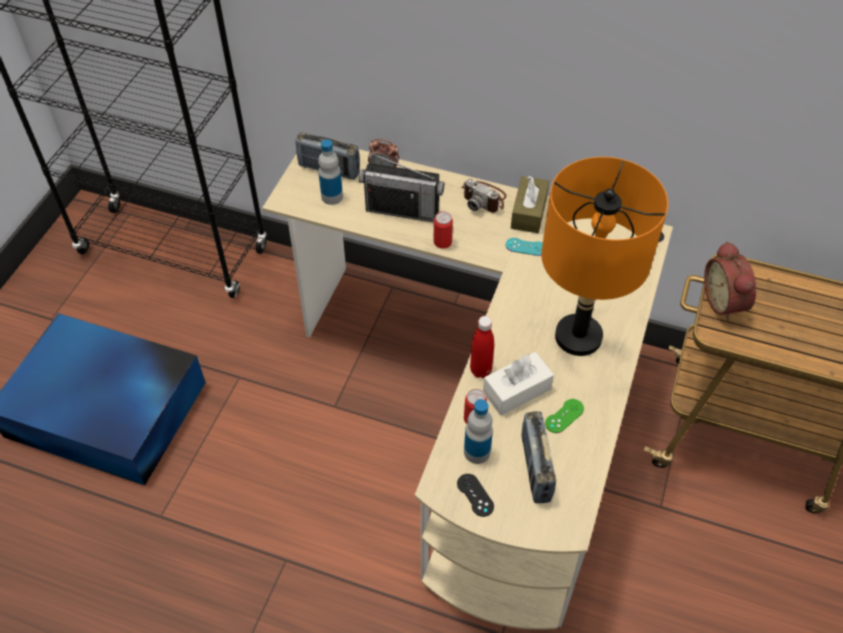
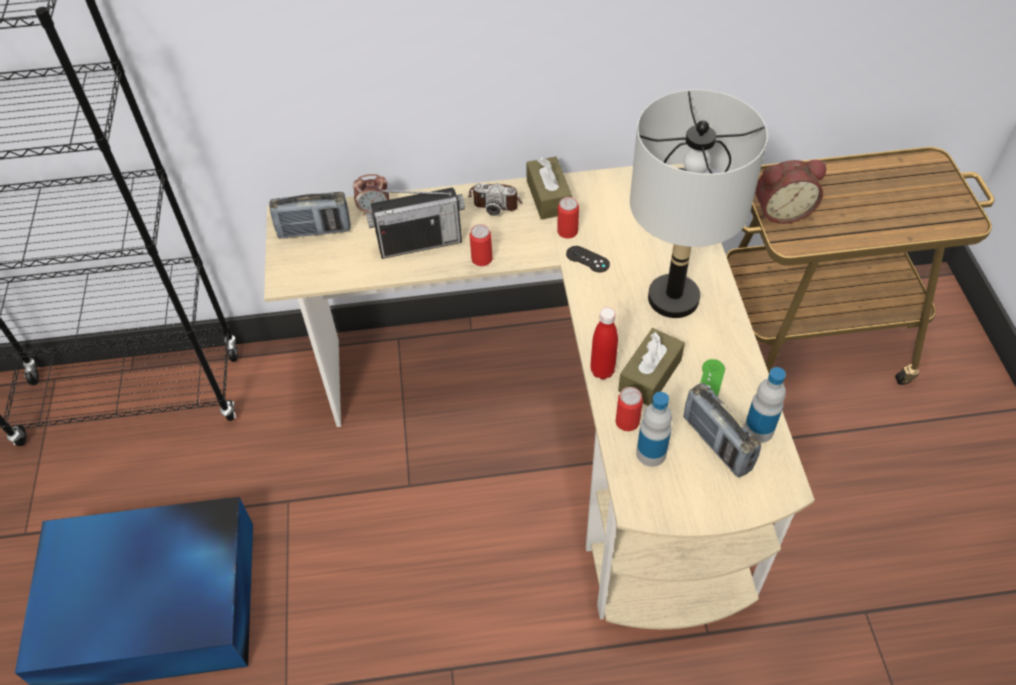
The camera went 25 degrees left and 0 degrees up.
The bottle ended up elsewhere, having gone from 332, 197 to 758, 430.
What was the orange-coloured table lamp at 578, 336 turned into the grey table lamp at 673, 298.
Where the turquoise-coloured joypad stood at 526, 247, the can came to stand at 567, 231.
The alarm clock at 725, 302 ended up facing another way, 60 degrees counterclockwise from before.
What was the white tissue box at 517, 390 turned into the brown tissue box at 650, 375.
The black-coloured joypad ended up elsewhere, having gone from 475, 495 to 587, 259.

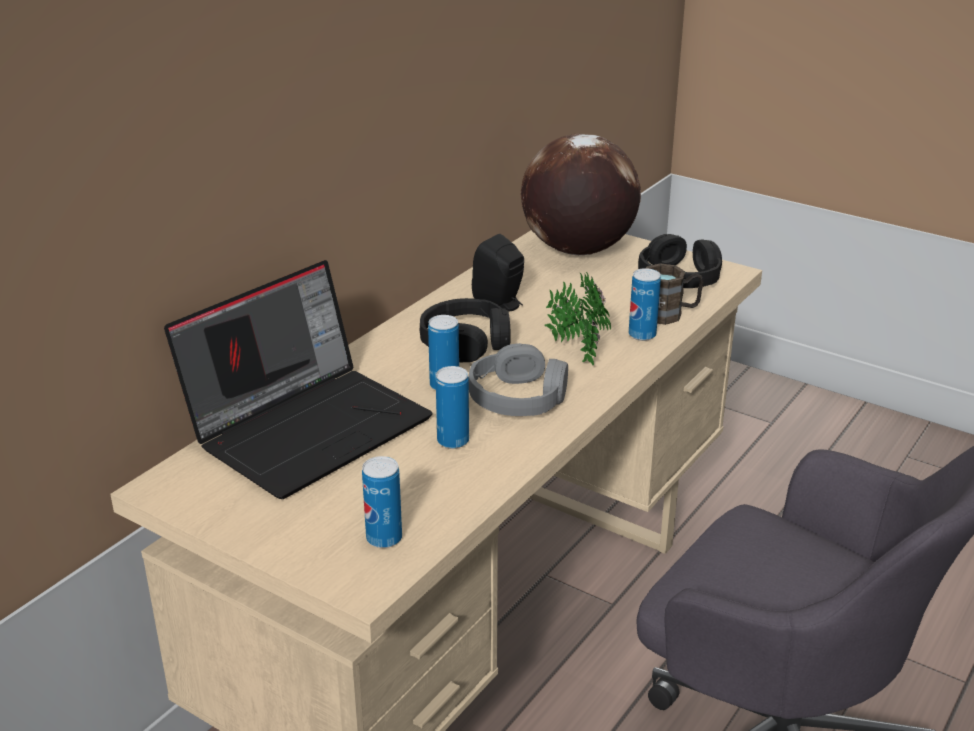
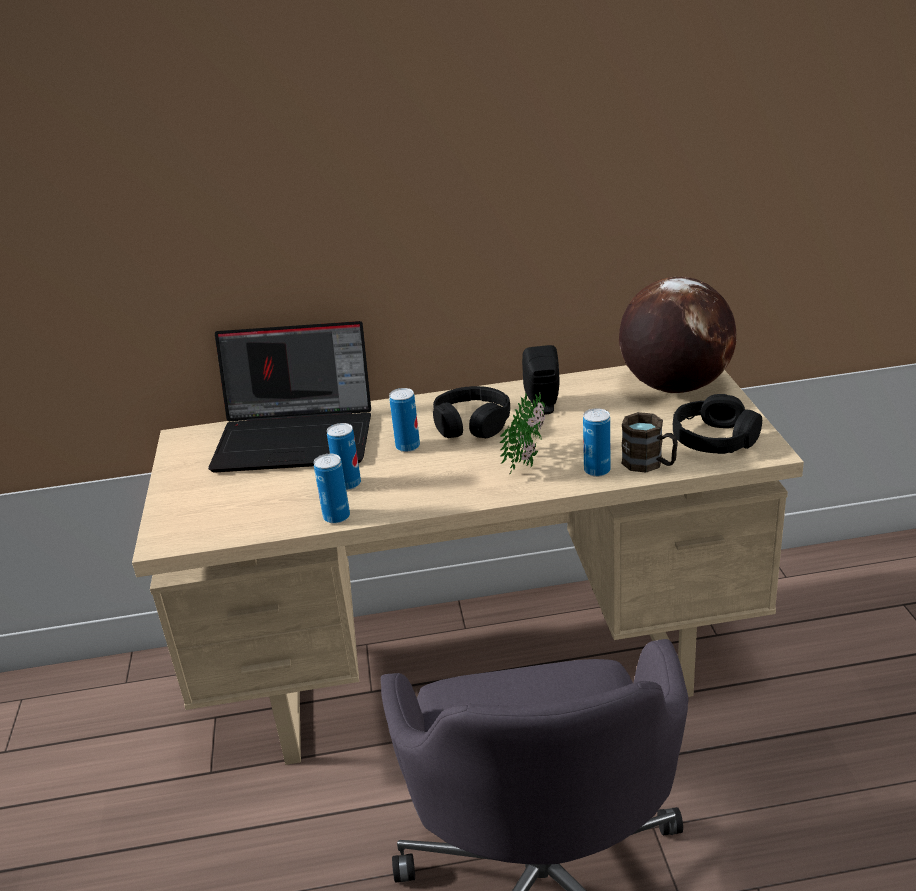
The camera went 50 degrees right and 0 degrees up.
The second view lost the grey headphones at 518, 398.
The can ended up elsewhere, having gone from 384, 538 to 336, 517.

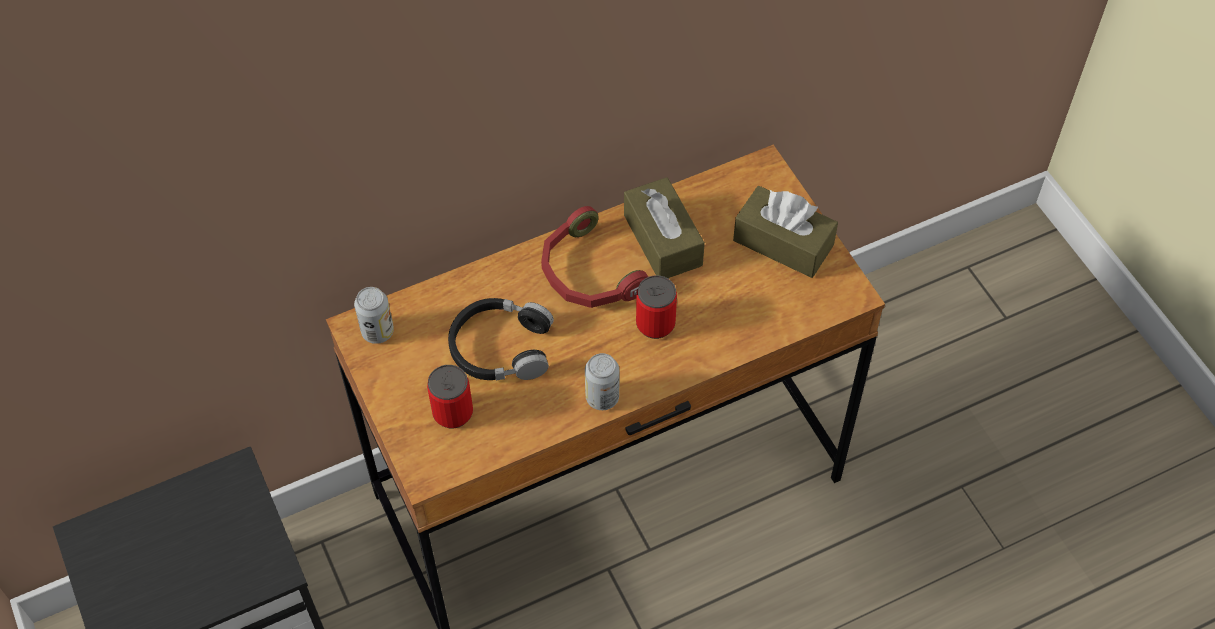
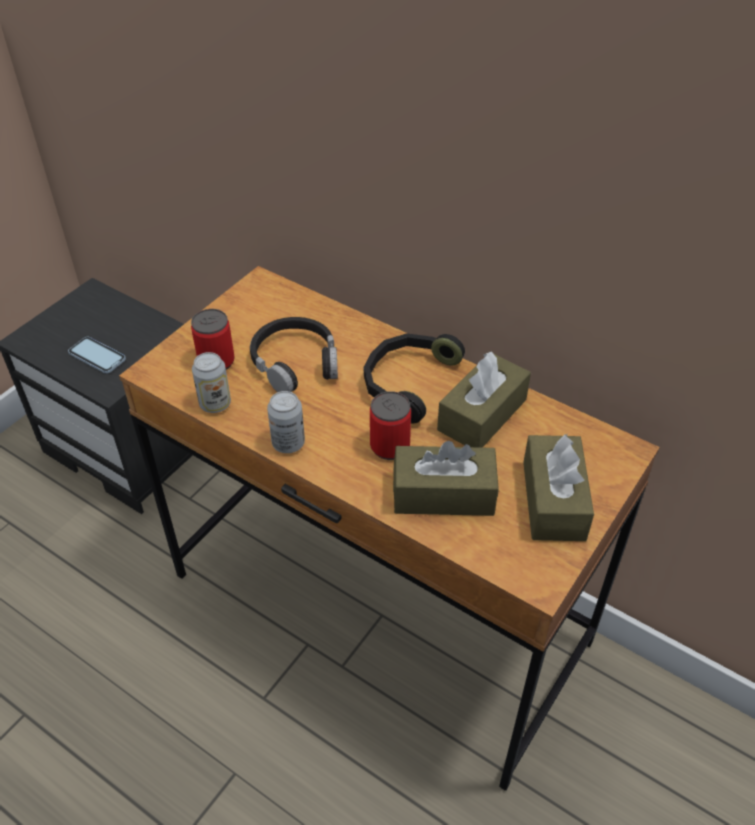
The camera went 60 degrees right and 10 degrees down.
What was the reddish headphones at 587, 274 turned into the black-coloured headphones at 407, 382.
The can ended up elsewhere, having gone from 377, 332 to 215, 404.
The second view gained the handset at 97, 356.
The second view gained the brown tissue box at 443, 494.

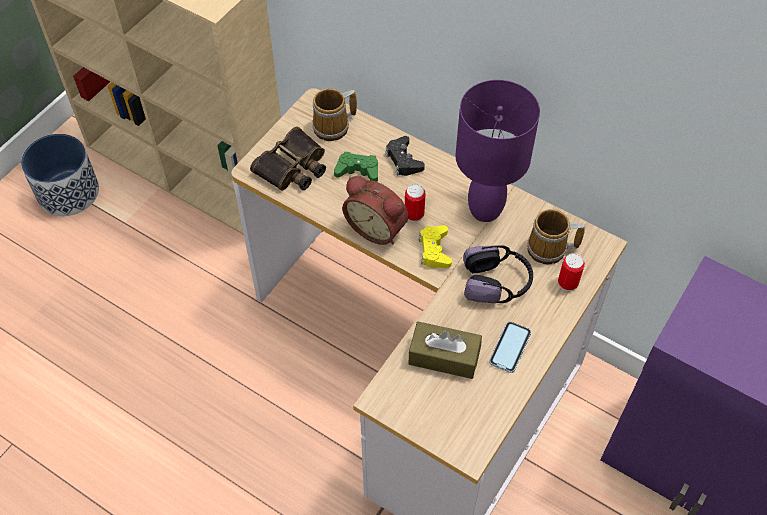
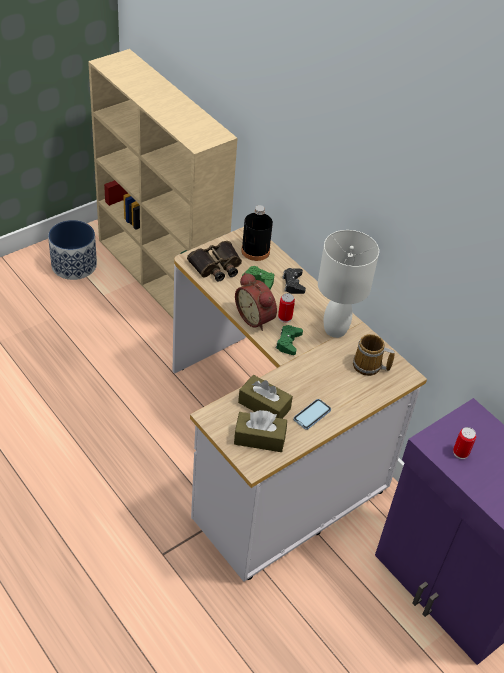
The camera went 15 degrees right and 10 degrees down.
What was the purplish table lamp at 484, 209 turned into the white table lamp at 334, 329.
Where the coffee mug stood at 334, 127, the black-coloured bottle came to stand at 255, 251.
What was the yellow-coloured joypad at 434, 250 turned into the green joypad at 288, 342.
The second view lost the headphones at 496, 283.
The can ended up elsewhere, having gone from 568, 283 to 460, 452.
The second view gained the brown tissue box at 259, 438.

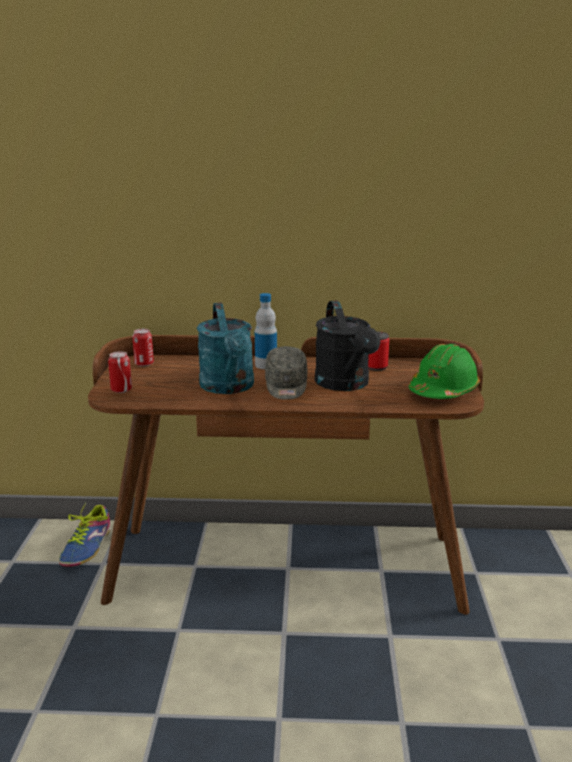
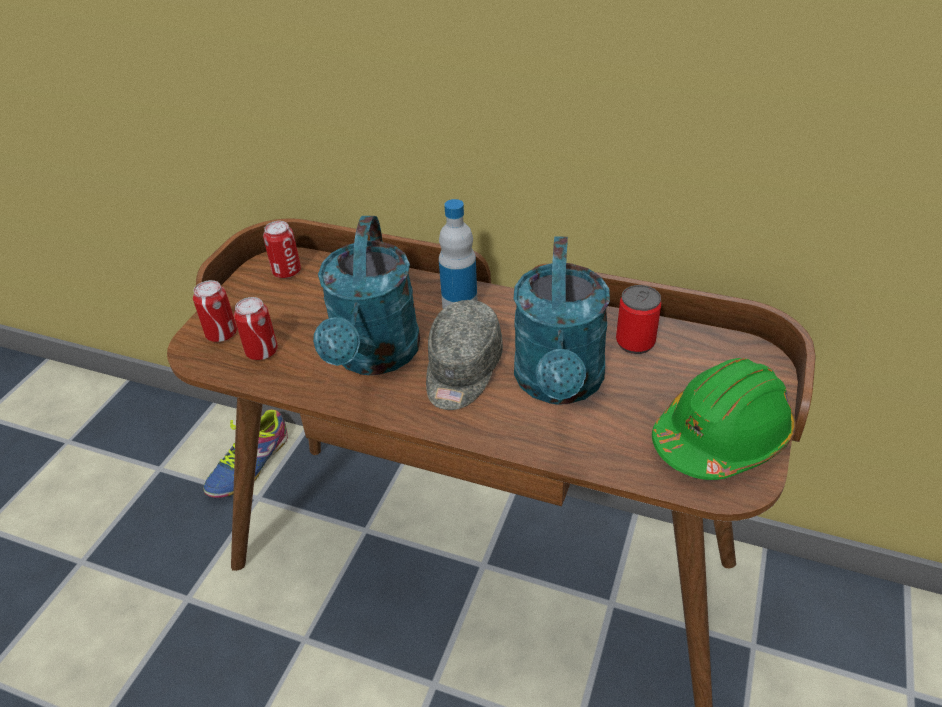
The camera went 20 degrees right and 20 degrees up.
What was the black-coloured watering pot at 345, 384 turned into the turquoise-coloured watering pot at 559, 385.
The second view gained the can at 262, 351.

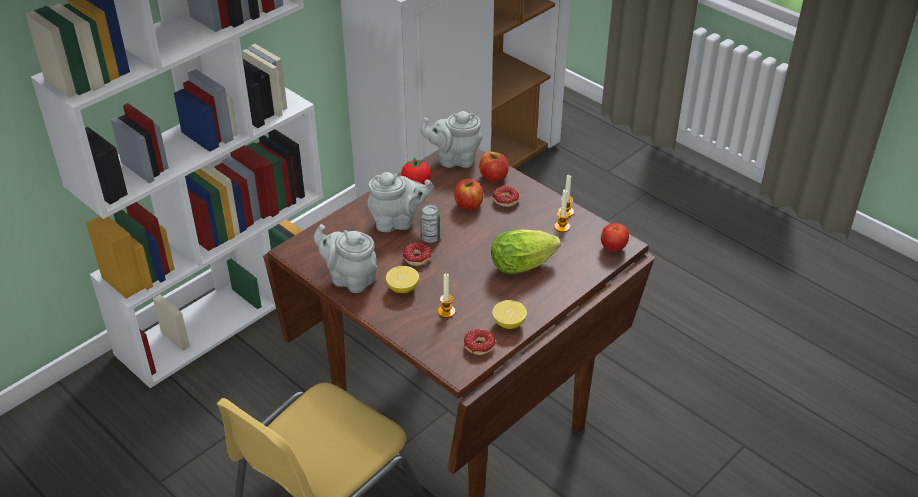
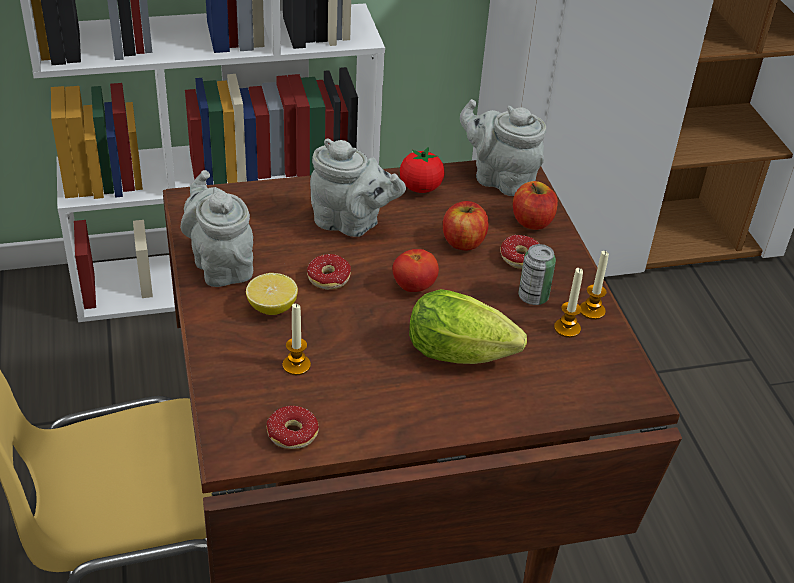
The camera went 30 degrees right and 0 degrees up.
The can ended up elsewhere, having gone from 430, 238 to 533, 297.
The fresh tomato ended up elsewhere, having gone from 613, 247 to 414, 286.
The second view lost the lemon at 509, 323.

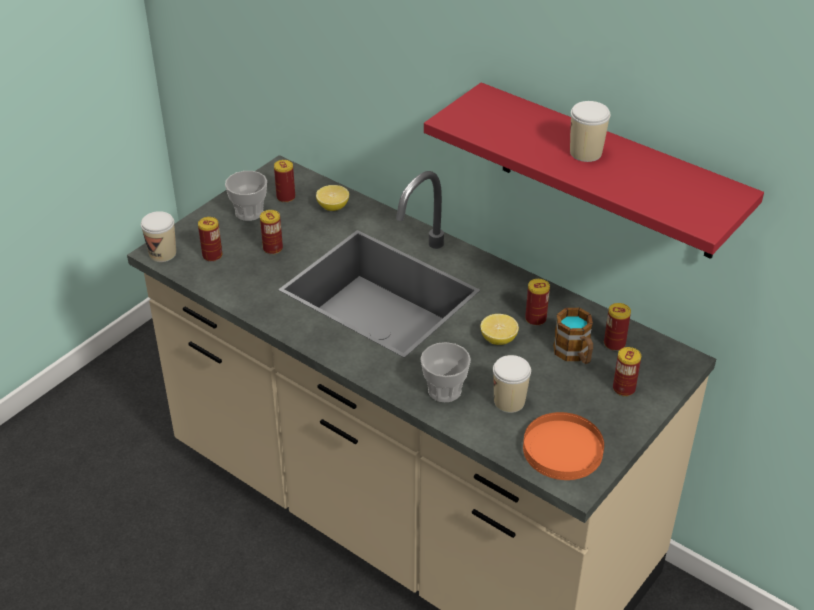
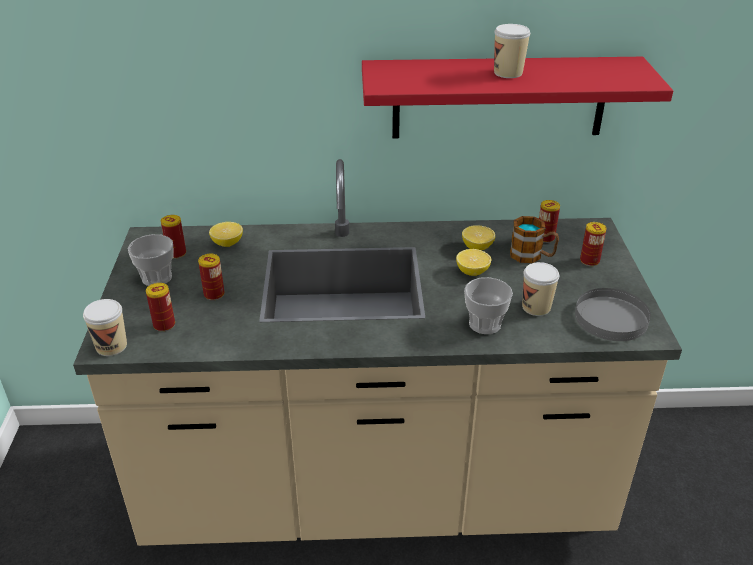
The camera went 40 degrees left and 5 degrees down.
Where the can stood at 535, 319, the lemon came to stand at 477, 247.
What was the orange-coloured plate at 563, 449 turned into the grey plate at 610, 317.

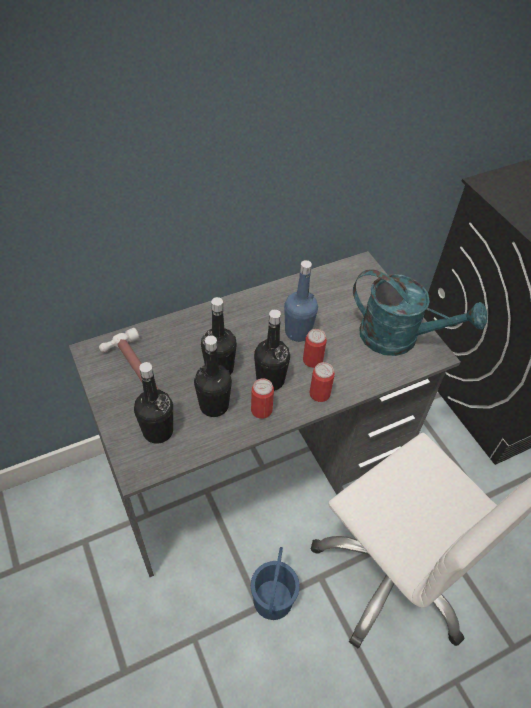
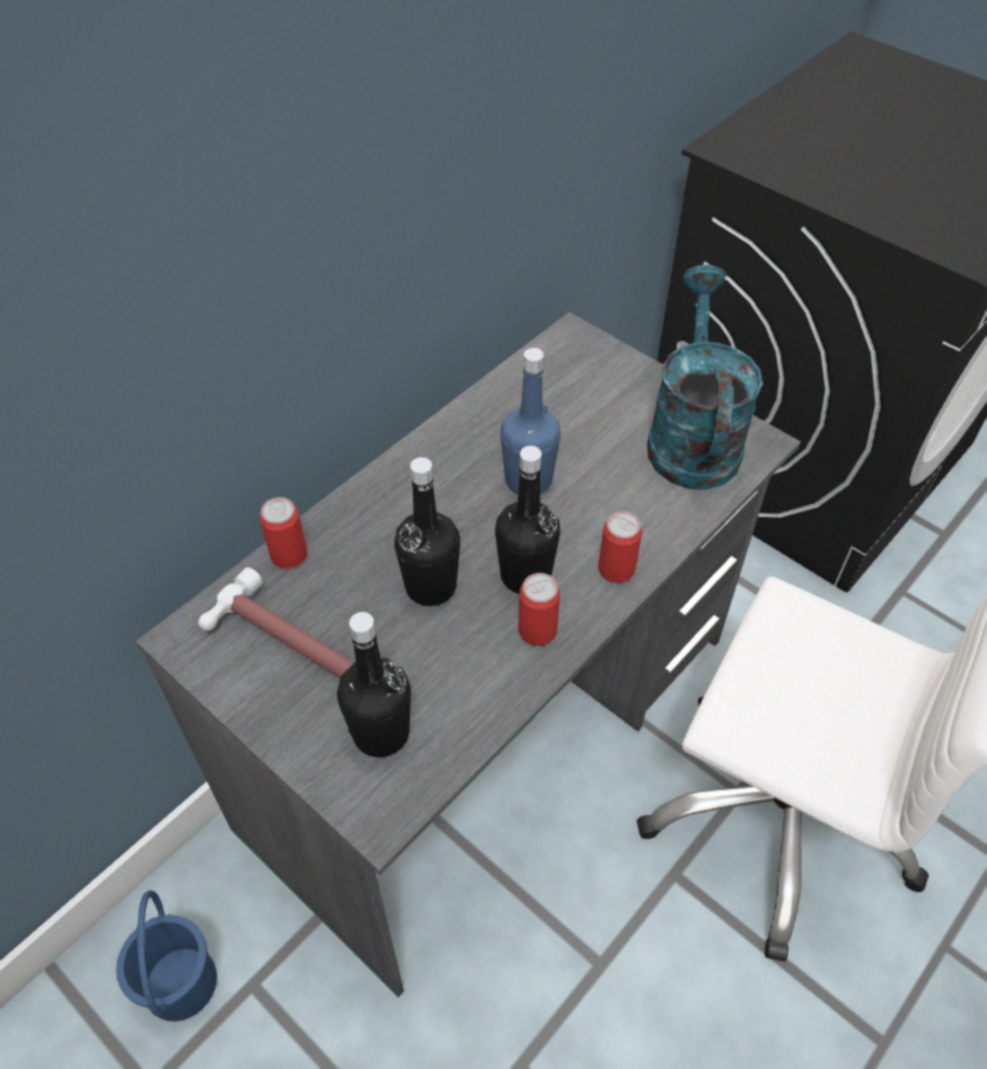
The camera went 20 degrees left and 0 degrees up.
The turquoise-coloured watering pot at 399, 338 ended up facing another way, 90 degrees counterclockwise from before.
The can ended up elsewhere, having gone from 312, 360 to 289, 555.
The second view lost the black-coloured bottle at 214, 405.
The blue bucket ended up elsewhere, having gone from 272, 599 to 179, 983.

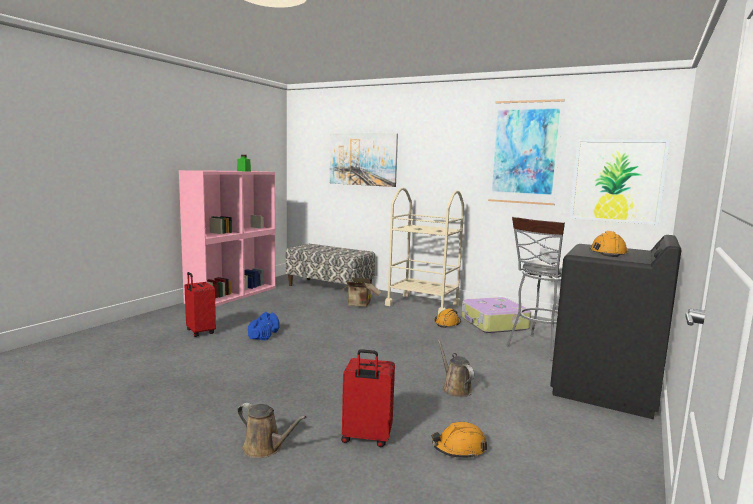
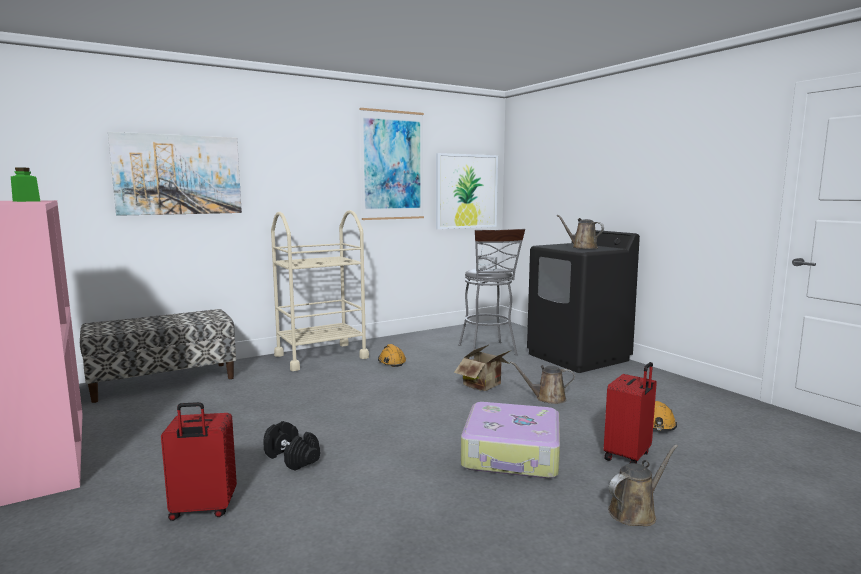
The camera went 60 degrees left and 0 degrees up.
Where the orange-coloured hard hat stood at 607, 253, the brown watering pot came to stand at 582, 247.
The packing box ended up elsewhere, having gone from 359, 305 to 485, 386.
The suitcase ended up elsewhere, having gone from 494, 324 to 512, 454.
What was the blue free weight at 264, 334 turned into the black-coloured free weight at 292, 458.

